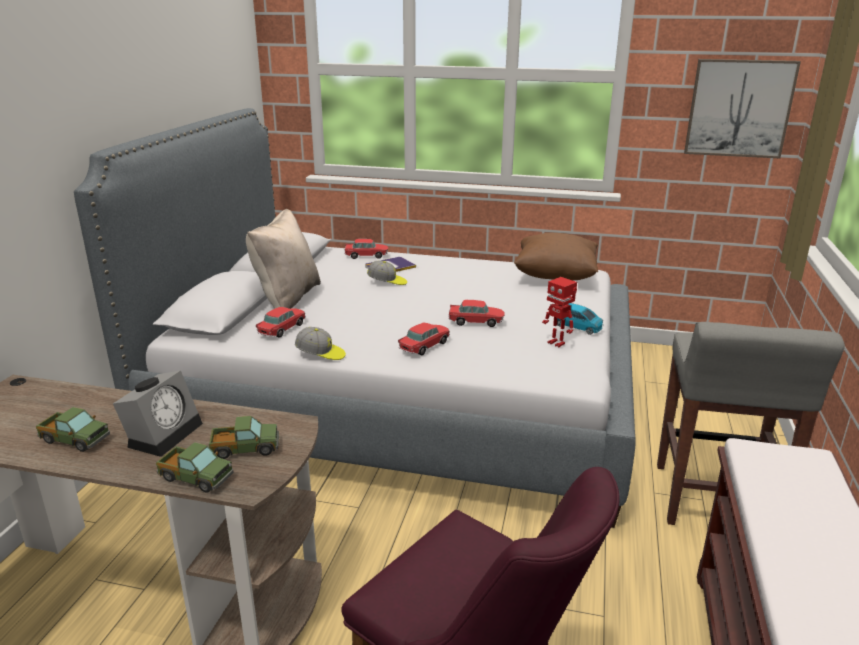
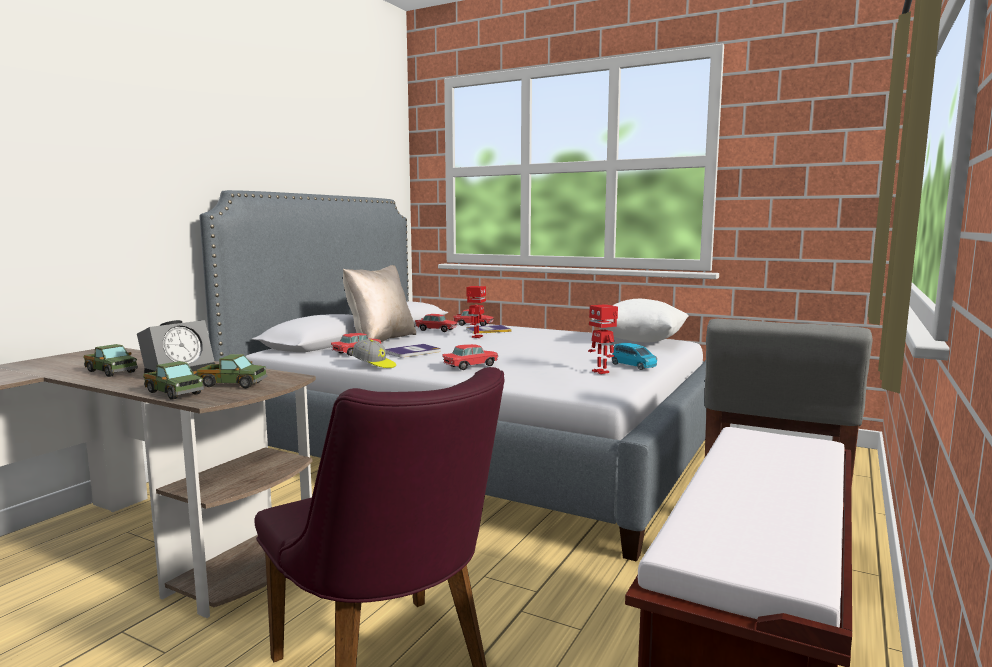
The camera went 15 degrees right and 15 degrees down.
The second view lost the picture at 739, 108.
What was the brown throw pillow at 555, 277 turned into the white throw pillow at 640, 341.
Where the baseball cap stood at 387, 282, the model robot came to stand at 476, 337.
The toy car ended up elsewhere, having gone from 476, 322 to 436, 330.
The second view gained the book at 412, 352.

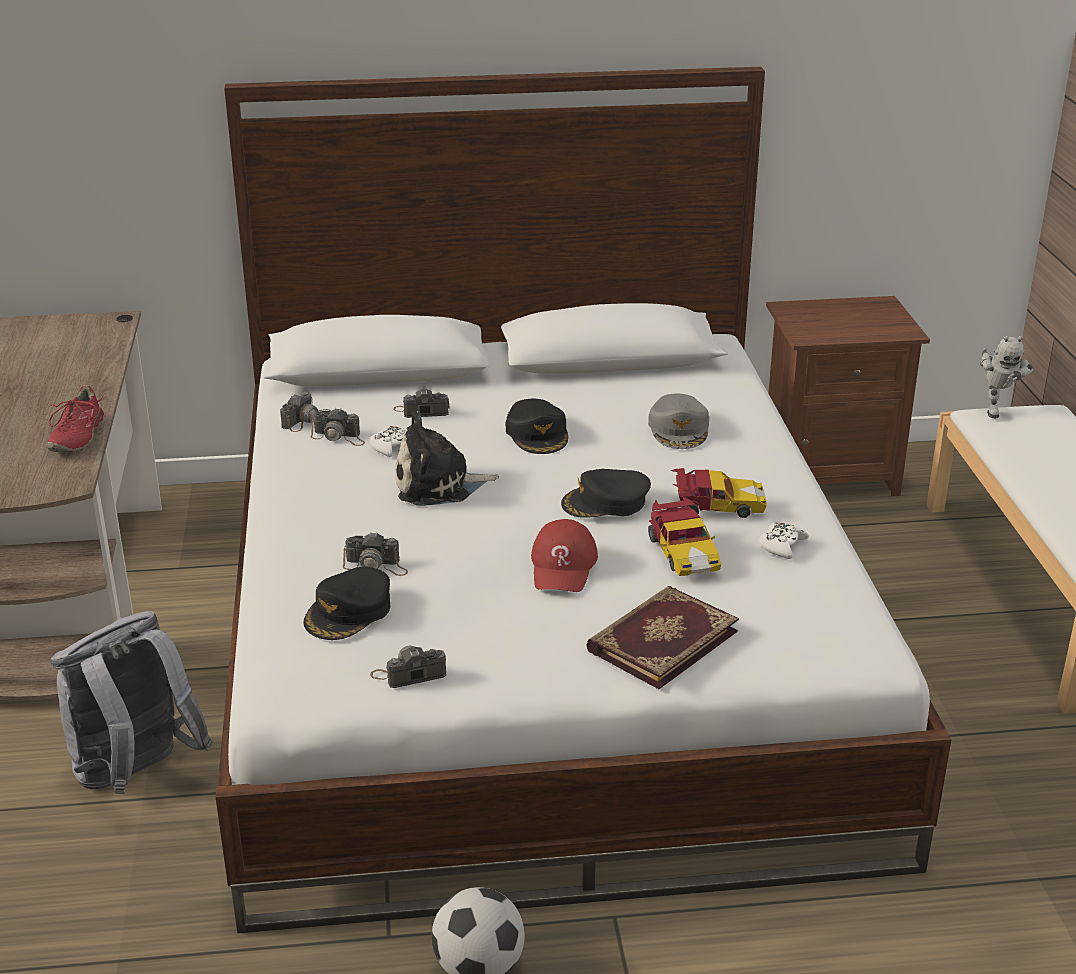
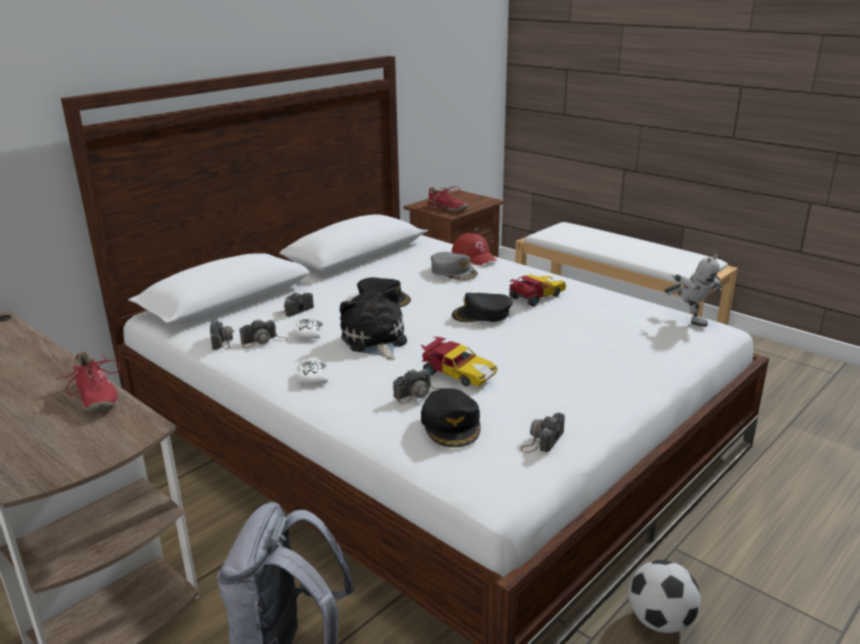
The camera went 40 degrees left and 5 degrees down.
The model robot ended up elsewhere, having gone from 995, 408 to 690, 319.
The cuddly toy at 438, 485 ended up facing another way, 120 degrees clockwise from before.
The black-coloured baseball cap at 606, 502 ended up facing another way, 45 degrees clockwise from before.
The toy car ended up elsewhere, having gone from 683, 553 to 457, 374.
The reddish baseball cap ended up elsewhere, having gone from 563, 566 to 474, 256.
The white joypad ended up elsewhere, having gone from 782, 546 to 312, 377.
The second view lost the book at 661, 640.
The second view gained the reddish low shoe at 447, 208.

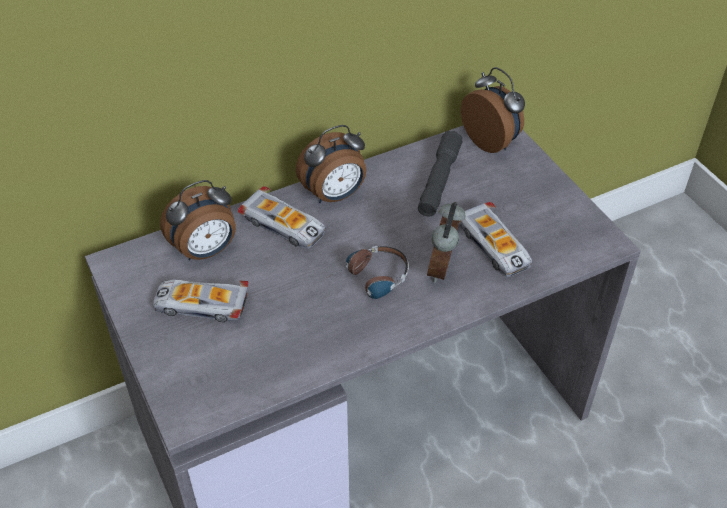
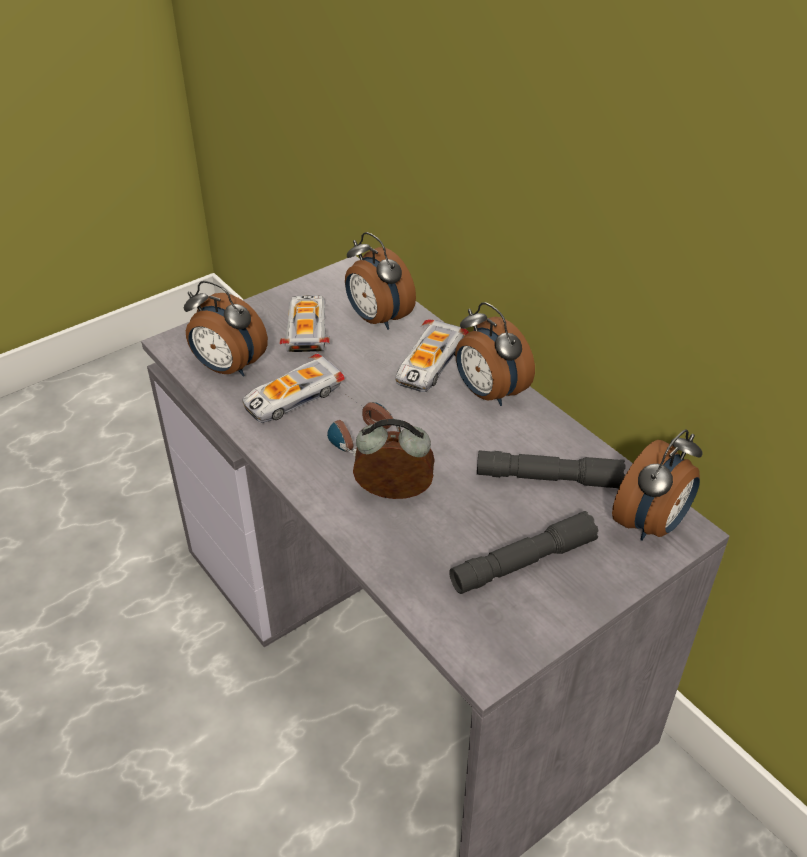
The camera went 80 degrees right and 5 degrees down.
The toy car ended up elsewhere, having gone from 494, 246 to 292, 397.
The second view gained the alarm clock at 227, 368.
The second view gained the grey torch at 523, 563.

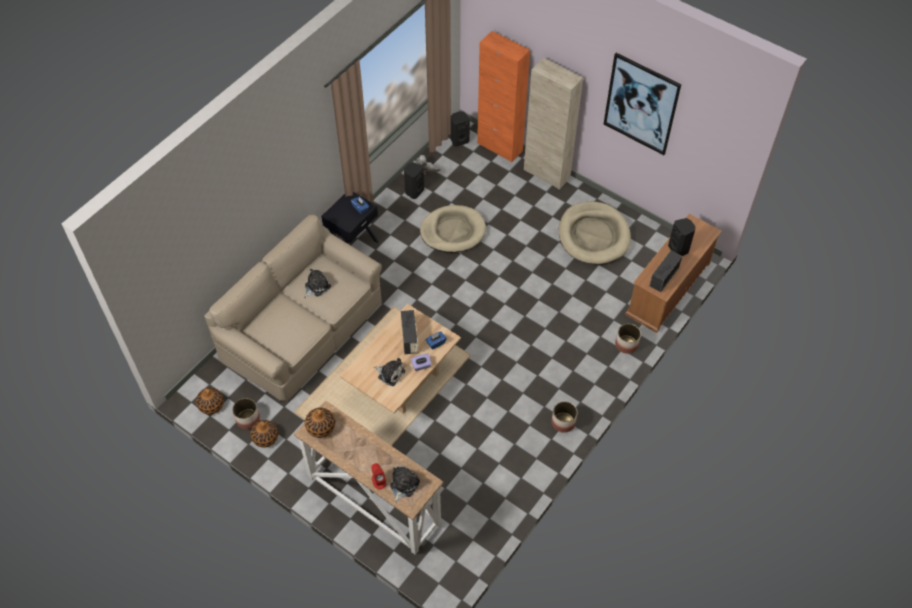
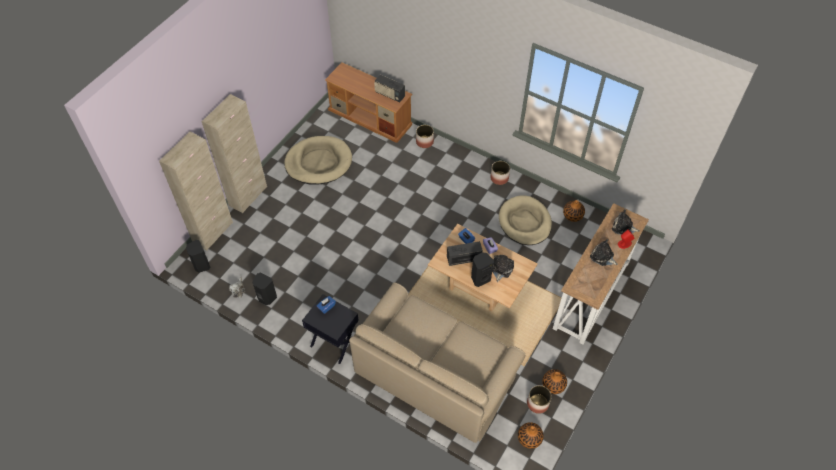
The camera went 95 degrees left and 0 degrees up.
What was the orange-coloured cabinet at 499, 147 turned into the beige cabinet at 213, 232.
The second view lost the picture at 641, 104.
The beige dog bed ended up elsewhere, having gone from 453, 231 to 525, 222.
The black-coloured speaker ended up elsewhere, having gone from 679, 249 to 480, 278.
The cuddly toy ended up elsewhere, having gone from 316, 286 to 603, 257.
The vase ended up elsewhere, having gone from 320, 427 to 573, 215.

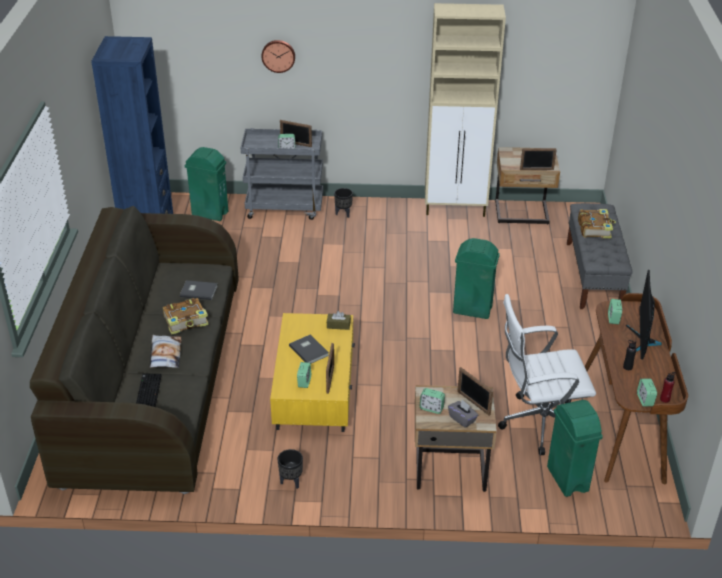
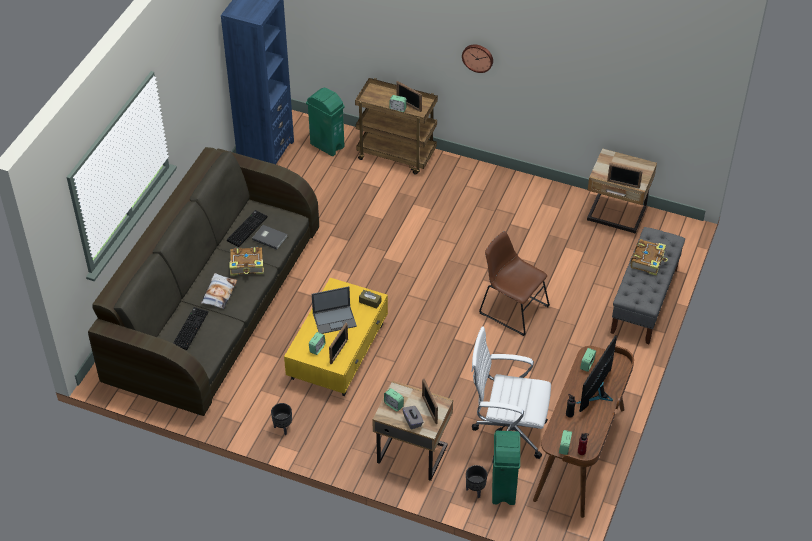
The camera went 20 degrees right and 10 degrees up.
The second view lost the beige cabinet at 456, 209.
The clock on the wall ended up elsewhere, having gone from 278, 55 to 478, 57.
What was the grey wheeled cart at 285, 208 turned into the brown wheeled cart at 397, 155.
The black-coloured flower pot ended up elsewhere, having gone from 343, 214 to 475, 490.
Where the green waste bin stood at 472, 310, the brown upright chair came to stand at 511, 308.
Where the grey book stood at 309, 350, the portable computer came to stand at 335, 319.
The second view gained the keyboard at 246, 228.

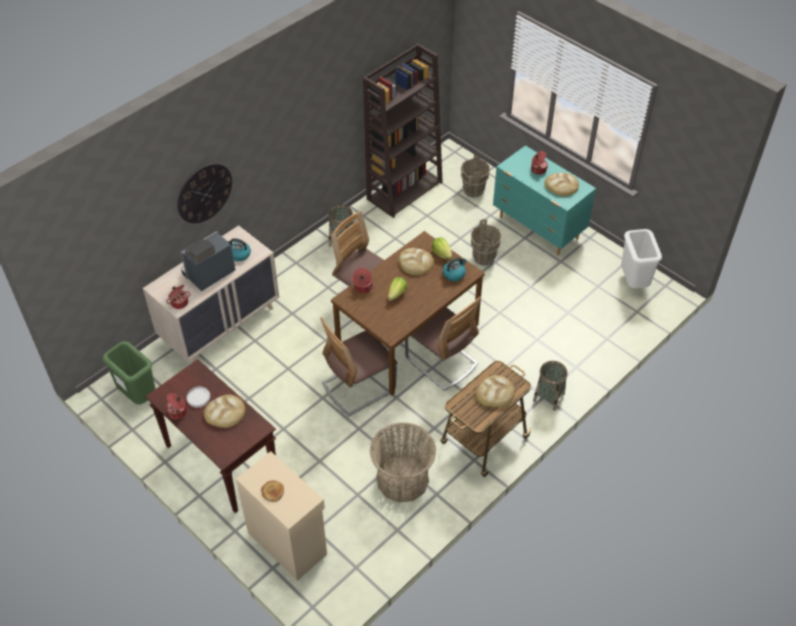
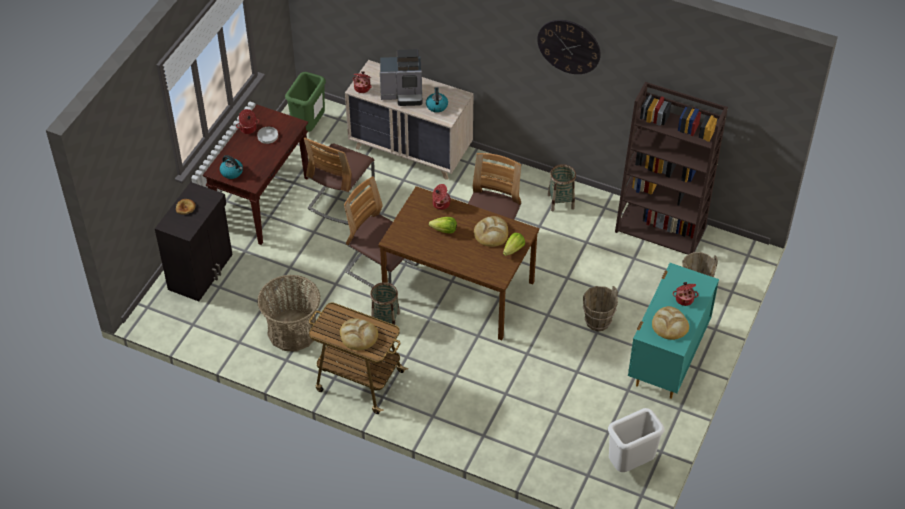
The camera went 70 degrees right and 0 degrees up.
The clock on the wall ended up elsewhere, having gone from 204, 193 to 569, 46.
The coffee brewer at 208, 274 ended up facing another way, 150 degrees clockwise from before.
The water kettle ended up elsewhere, having gone from 454, 274 to 232, 172.
The upright chair ended up elsewhere, having gone from 441, 361 to 341, 199.
The storage basket ended up elsewhere, having gone from 548, 397 to 385, 320.
The second view lost the bread at 225, 412.
What was the beige cabinet at 287, 542 turned into the black-coloured cabinet at 201, 272.

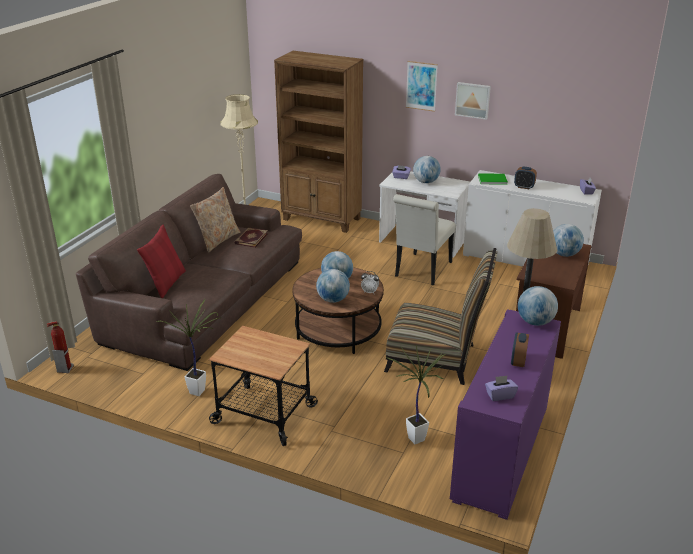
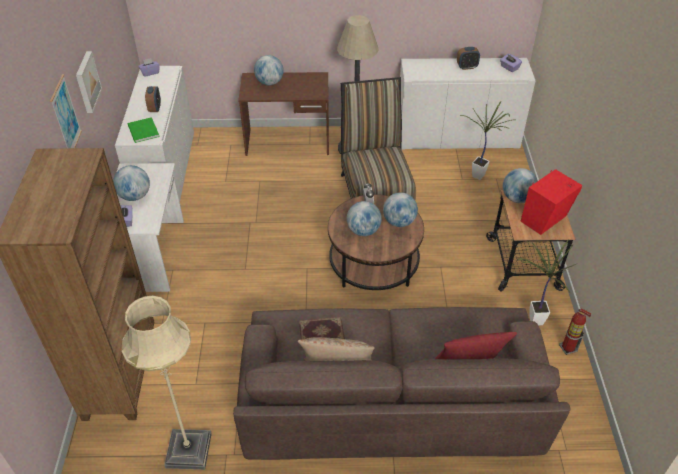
The camera went 115 degrees left and 15 degrees up.
The second view lost the white upright chair at 421, 271.
The world globe ended up elsewhere, having gone from 535, 322 to 517, 198.
What was the purplish cabinet at 501, 452 turned into the white cabinet at 457, 138.
The fire-fighting cylinder ended up elsewhere, having gone from 65, 369 to 568, 348.
The second view gained the reddish speaker at 546, 219.

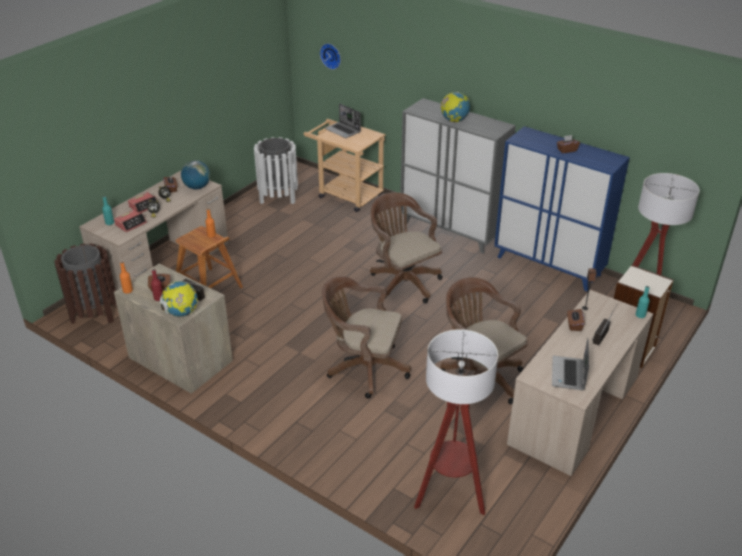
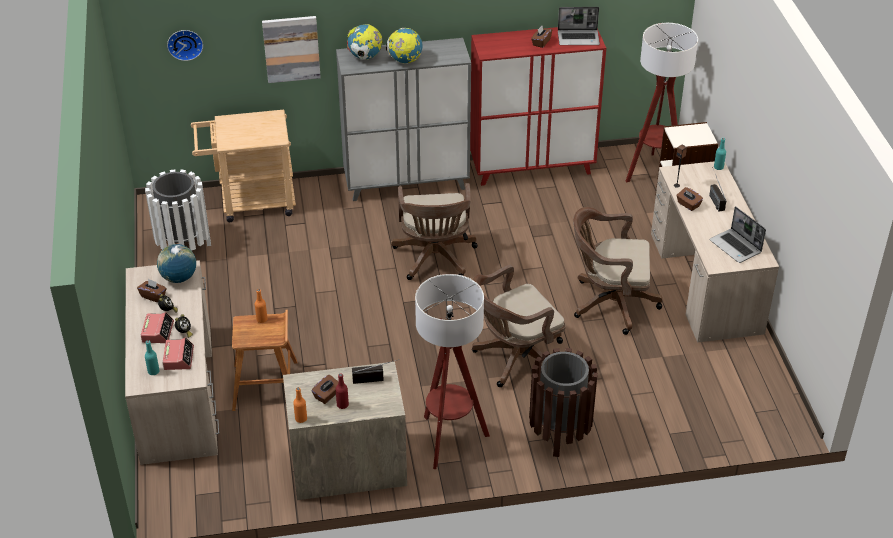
The camera went 45 degrees left and 5 degrees up.
The portable computer ended up elsewhere, having gone from 343, 131 to 579, 38.
What was the blue cabinet at 548, 266 turned into the reddish cabinet at 532, 168.
The brown desk chair at 403, 281 ended up facing another way, 105 degrees counterclockwise from before.
The brown waste bin ended up elsewhere, having gone from 95, 314 to 560, 433.
The world globe ended up elsewhere, having gone from 181, 313 to 365, 57.
The floor lamp ended up elsewhere, having gone from 450, 495 to 449, 440.
The second view gained the picture at 291, 48.

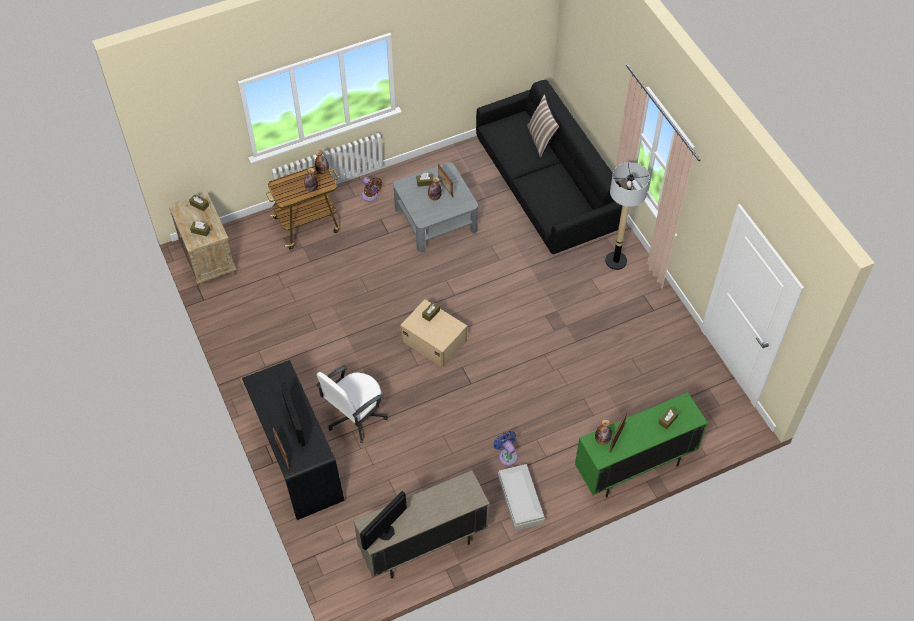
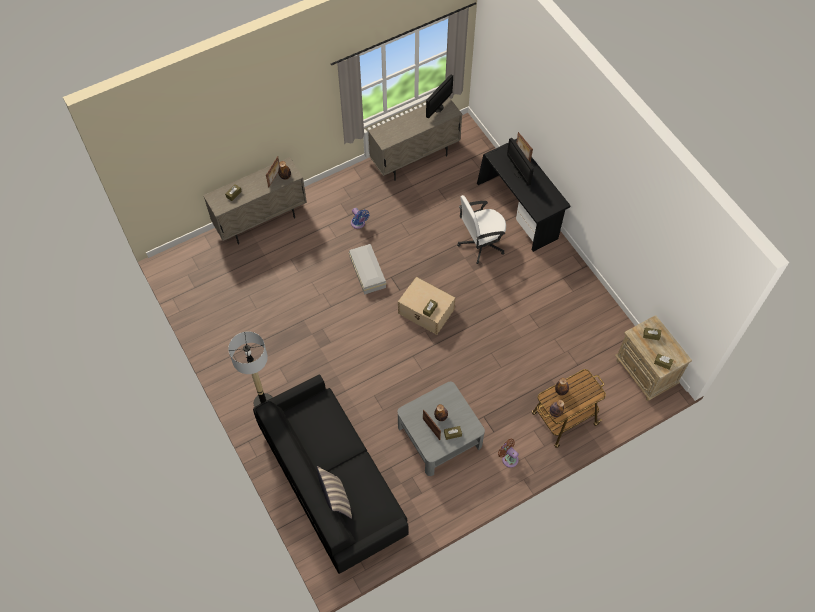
The camera went 175 degrees right and 5 degrees up.
The white desk chair at 355, 417 ended up facing another way, 150 degrees counterclockwise from before.
What was the green cabinet at 633, 468 turned into the beige cabinet at 261, 222.
The white storage box ended up elsewhere, having gone from 519, 501 to 368, 271.

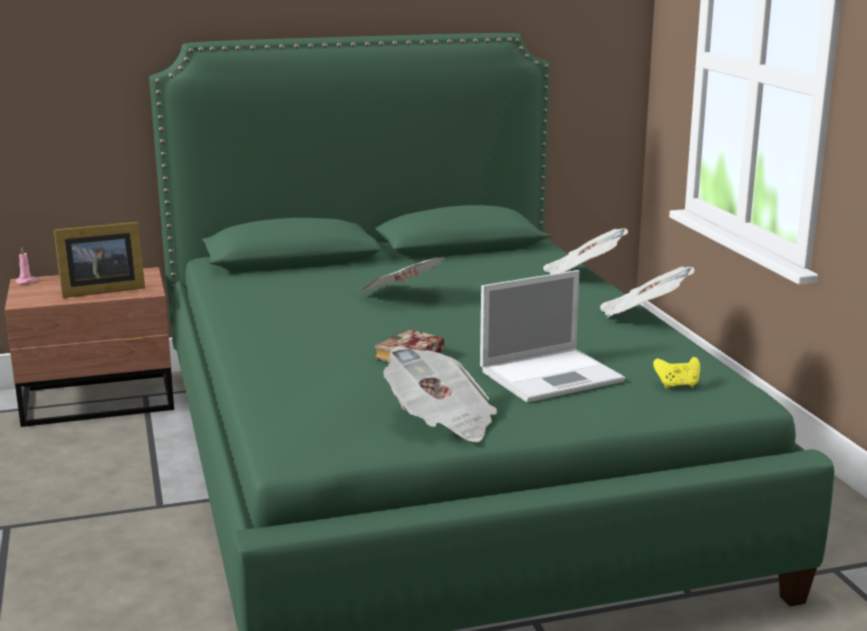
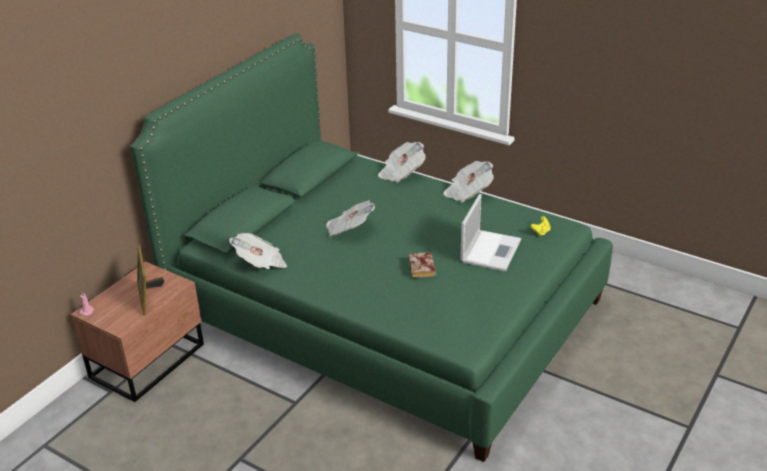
The camera went 40 degrees left and 15 degrees up.
The photo frame at 100, 290 ended up facing another way, 135 degrees clockwise from before.
The newspaper ended up elsewhere, having gone from 441, 422 to 260, 263.

